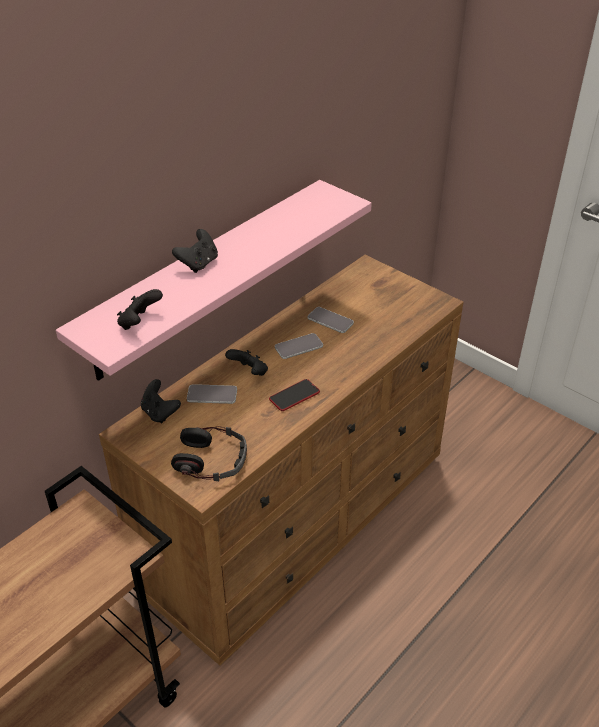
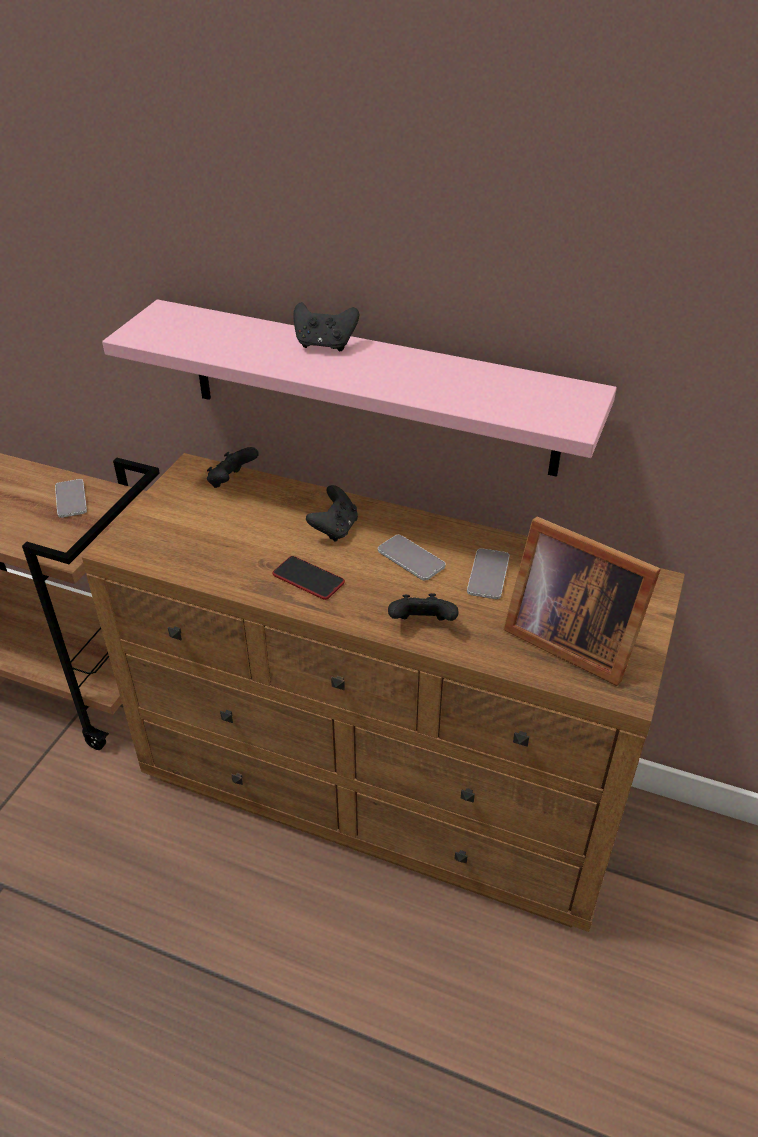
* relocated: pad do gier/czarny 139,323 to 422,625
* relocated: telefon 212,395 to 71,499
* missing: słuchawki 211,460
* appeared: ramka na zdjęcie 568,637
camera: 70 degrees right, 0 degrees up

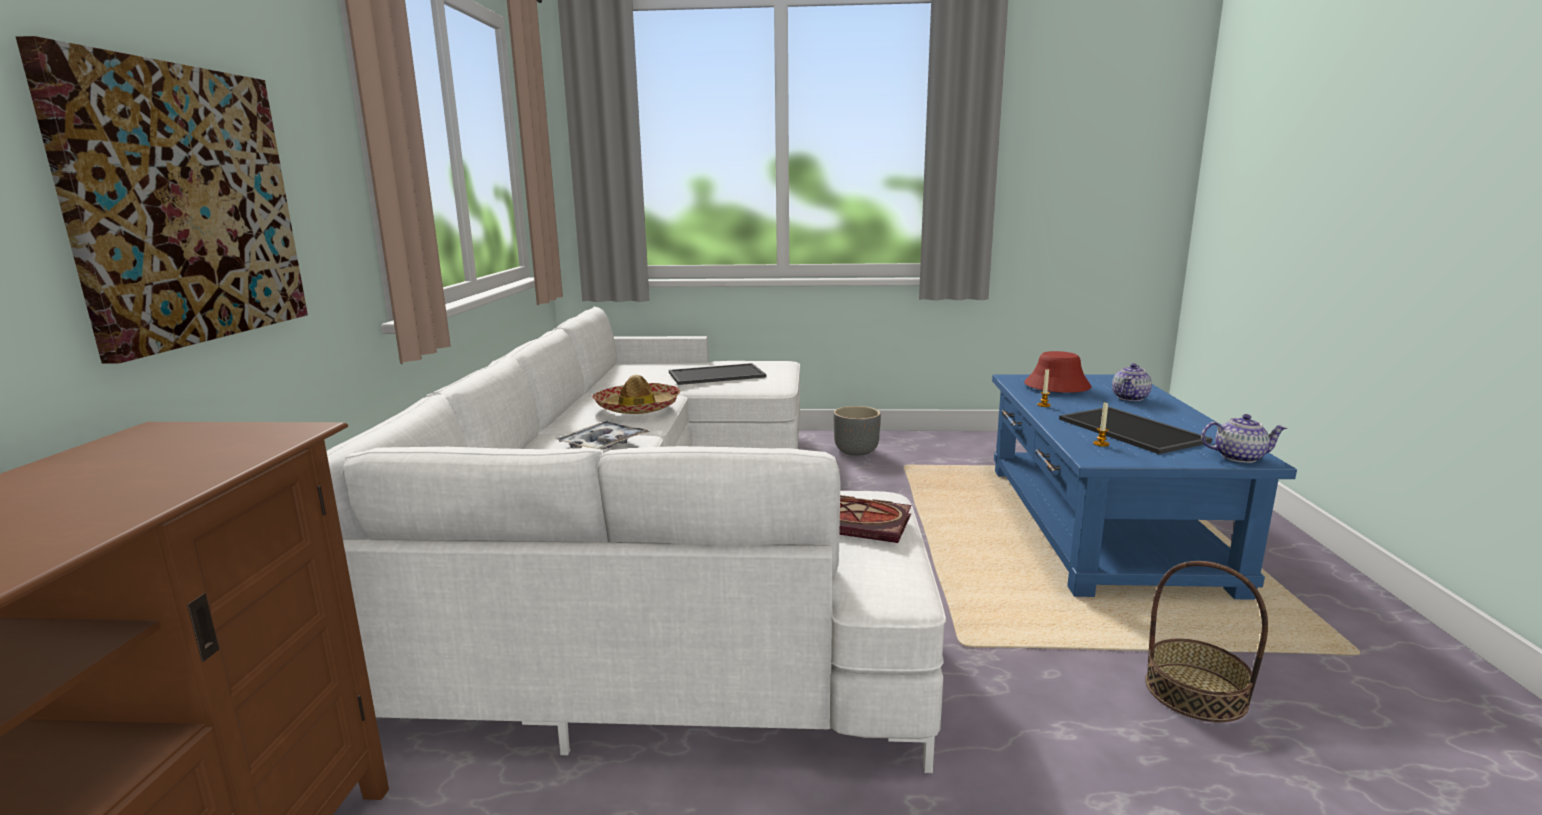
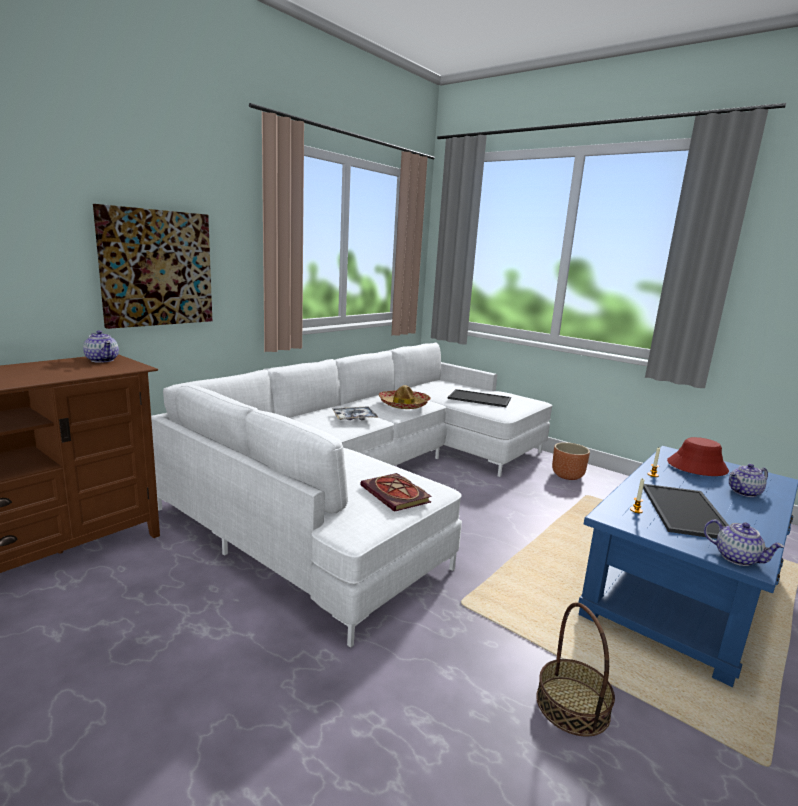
* colour: donica/szary 856,451 to donica/brązowy 567,476
* appeared: imbryk 103,360
camera: 35 degrees right, 0 degrees up

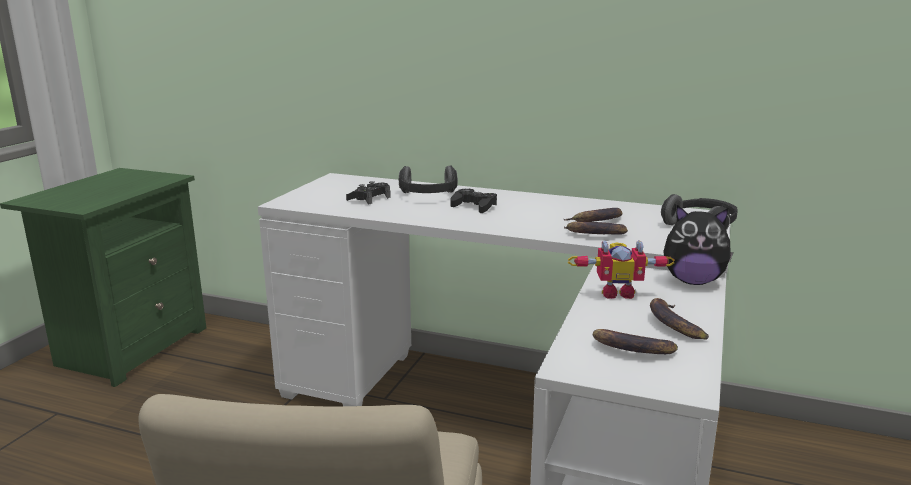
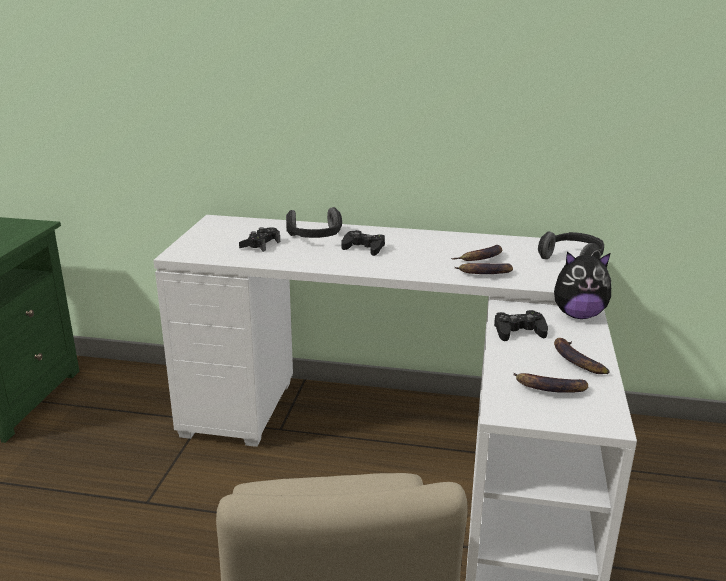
* exchanged: robot zabawkowy 617,292 to pad do gier/czarny 519,331
camera: 10 degrees left, 5 degrees up

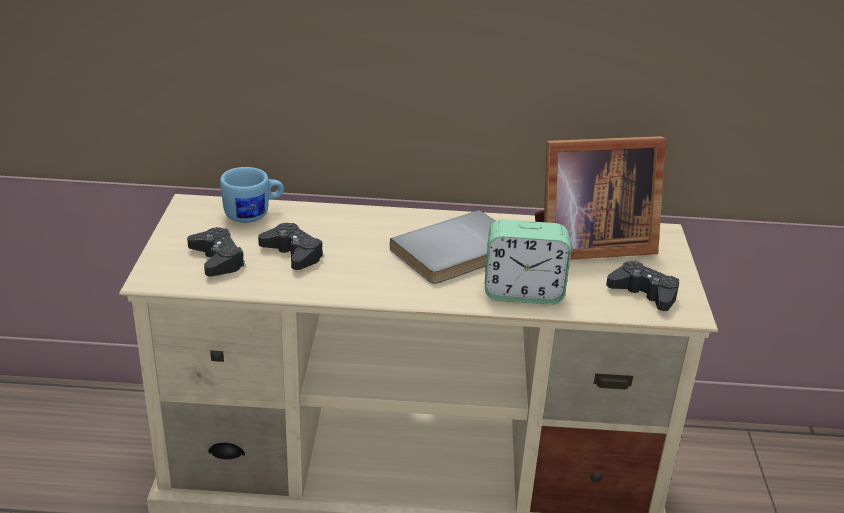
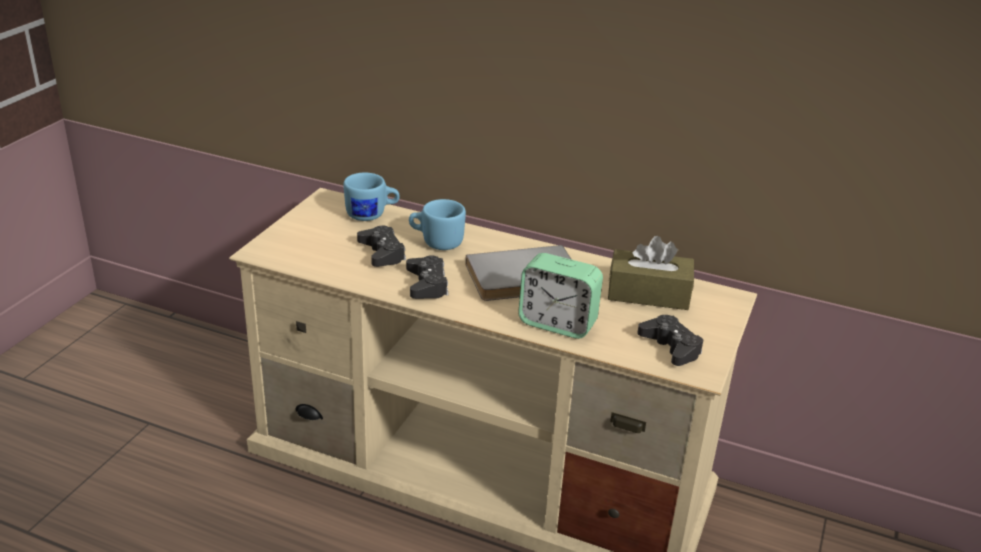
* exchanged: ramka na zdjęcie 587,244 to pudełko chusteczek/brązowy 648,294
* relocated: pad do gier/czarny 217,259 to 427,284
* appeared: kubek/niebieski 436,242
camera: 20 degrees right, 0 degrees up

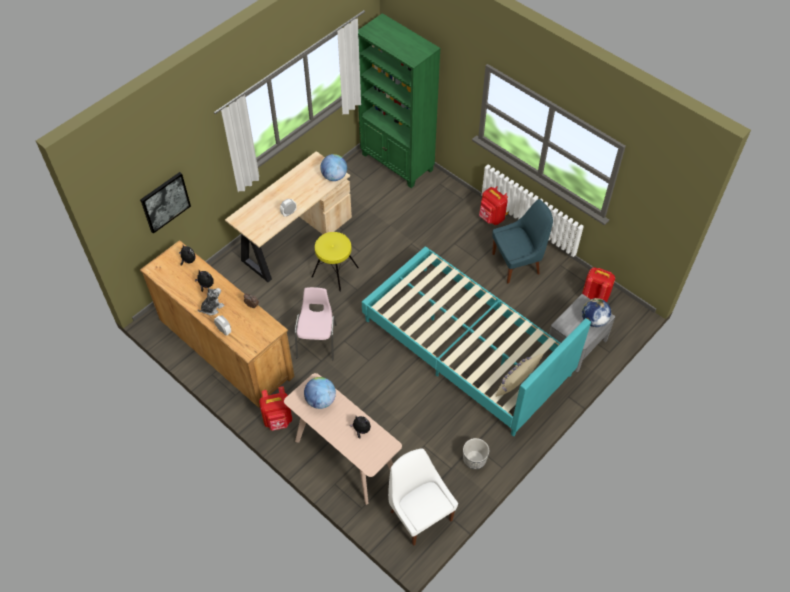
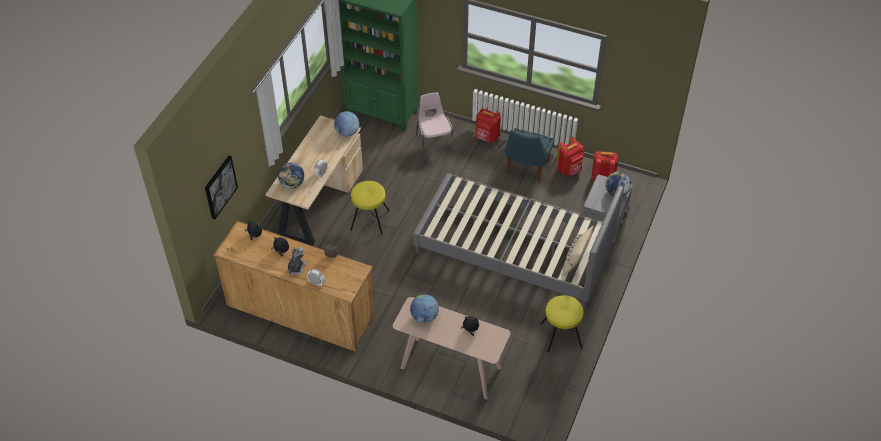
* spun: krzesło/niebieski 517,263 = 526,169 150 degrees clockwise
* colour: łóżko/turkusowy 466,347 to łóżko/szary 514,249
* relocated: krzesło/różowy 317,340 to 434,144
* relocated: plecak/czerwony 278,420 to 569,170
* exchanged: donica 474,459 to stołek/żółty 560,336
* missing: krzesło/biały 419,514
* appeared: globus 292,184
camera: 20 degrees left, 5 degrees down

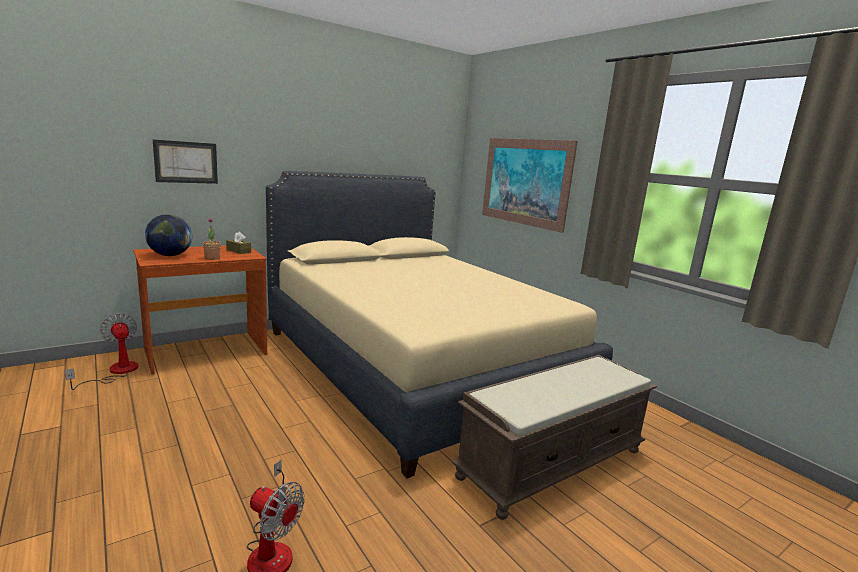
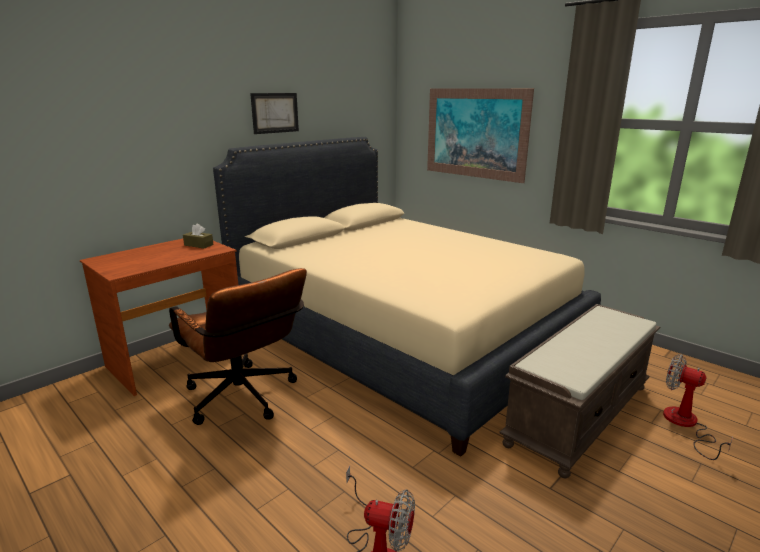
* relocated: obraz 186,162 to 275,113
* missing: globus 170,255
* missing: roślina doniczkowa 212,258
* relocated: wentylator 115,372 to 685,425
* appeared: krzesło biurowe/brązowy 245,400
camera: 10 degrees left, 5 degrees up

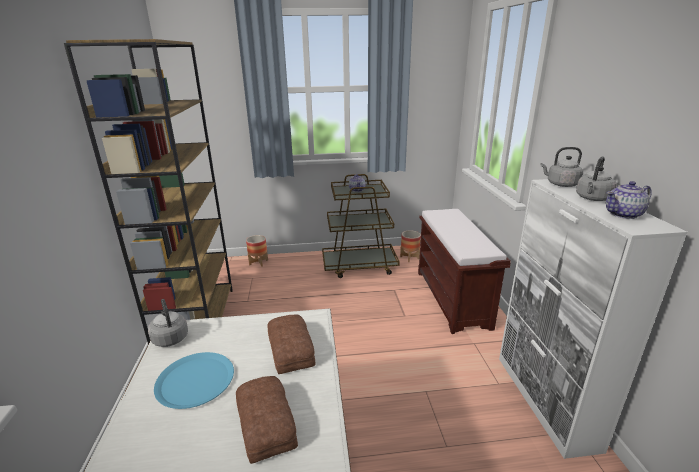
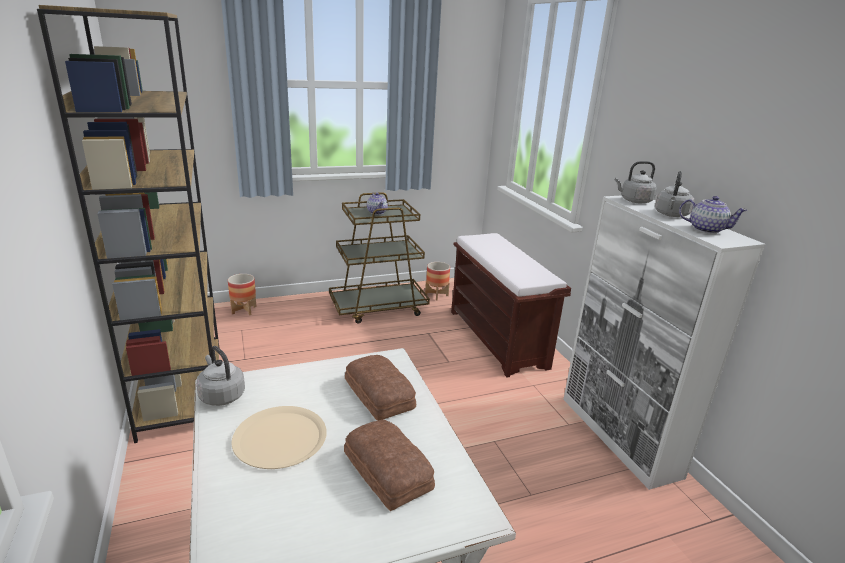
* spun: imbryk 624,214 = 706,229 120 degrees counterclockwise
* colour: talerz/niebieski 195,380 to talerz/beżowy 280,438
camera: 15 degrees left, 0 degrees up

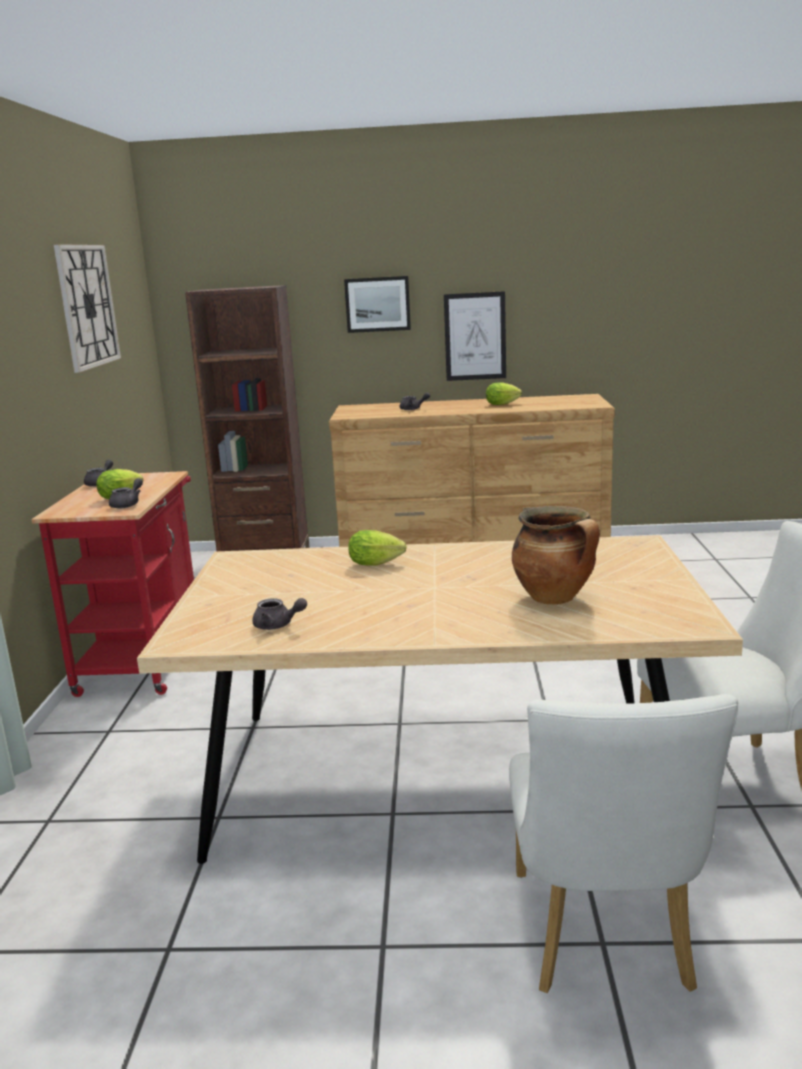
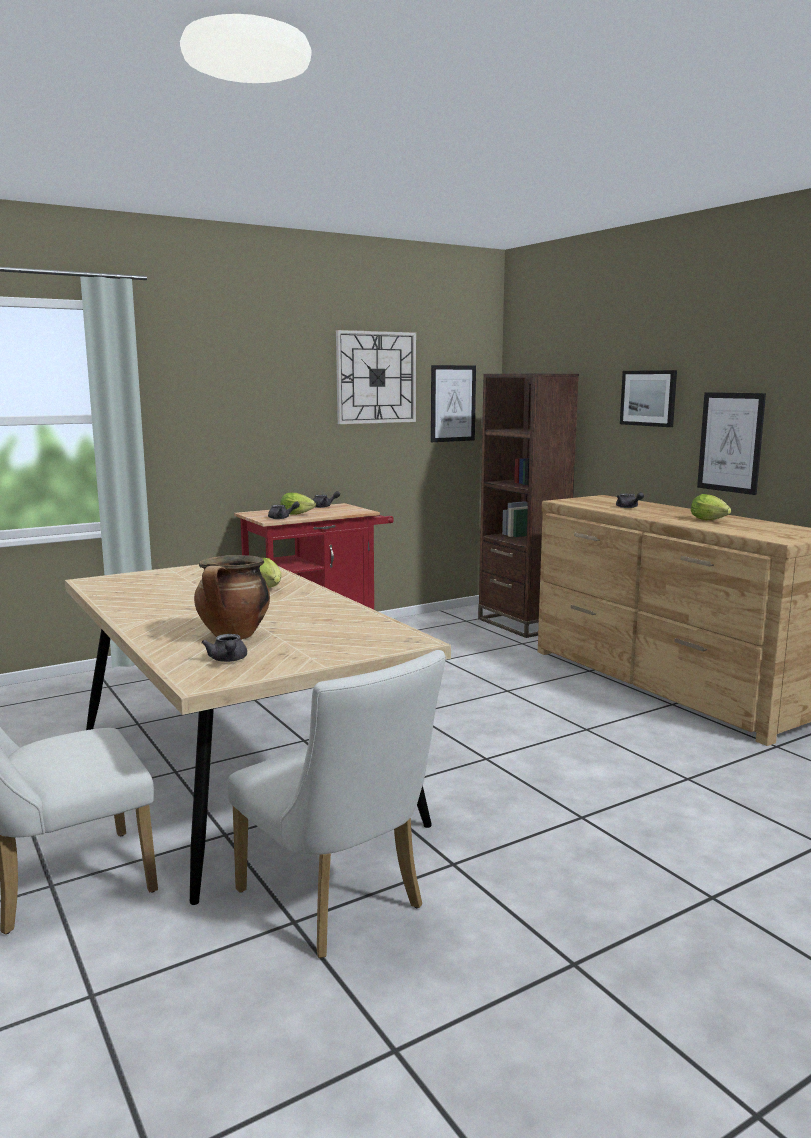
* relocated: imbryk/szary 277,625 to 228,660
* appeared: obraz 453,403
camera: 55 degrees right, 5 degrees down

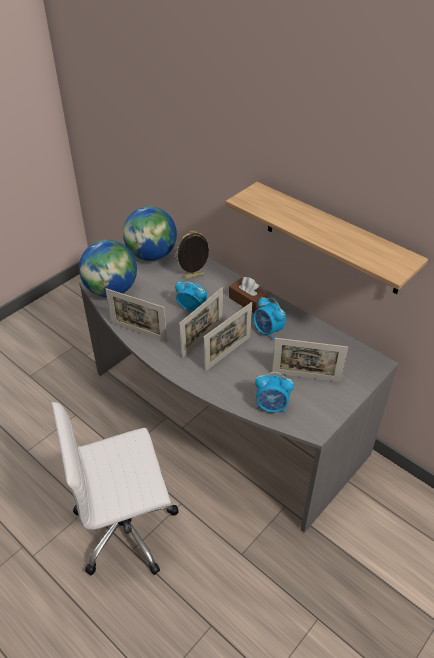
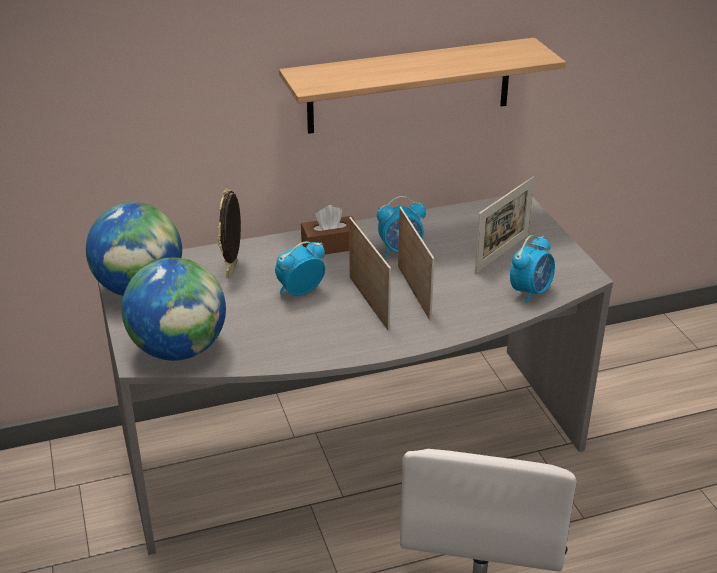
* missing: ramka na zdjęcie 138,332
camera: 60 degrees left, 10 degrees down

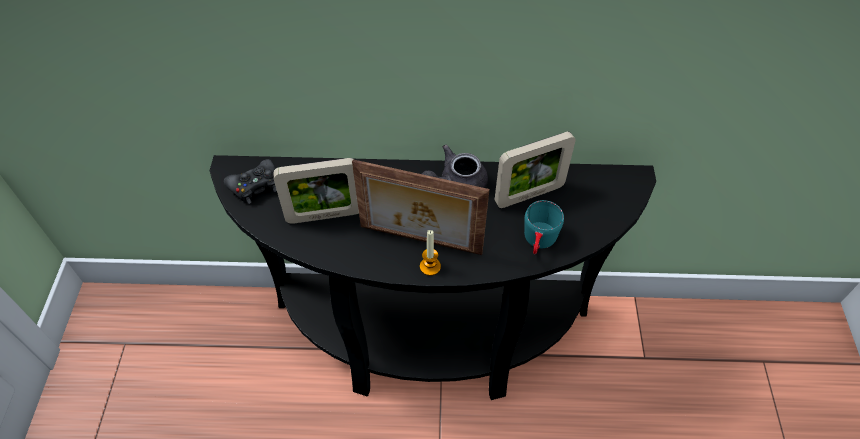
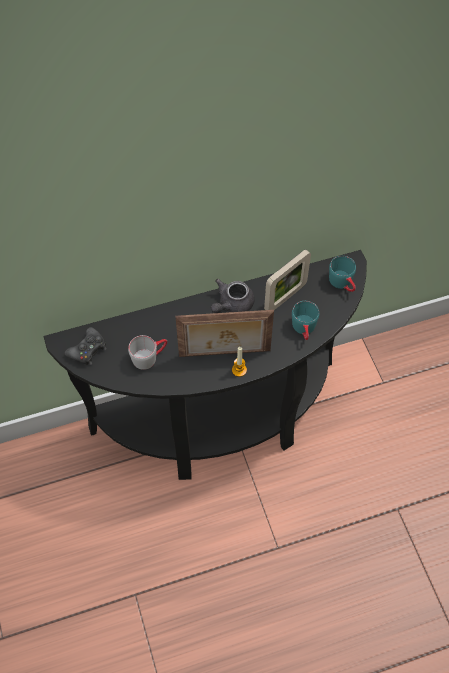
* exchanged: ramka na zdjęcie 324,215 to kubek/szary 149,356
* appeared: kubek/turkusowy 343,284
camera: 20 degrees left, 5 degrees up

